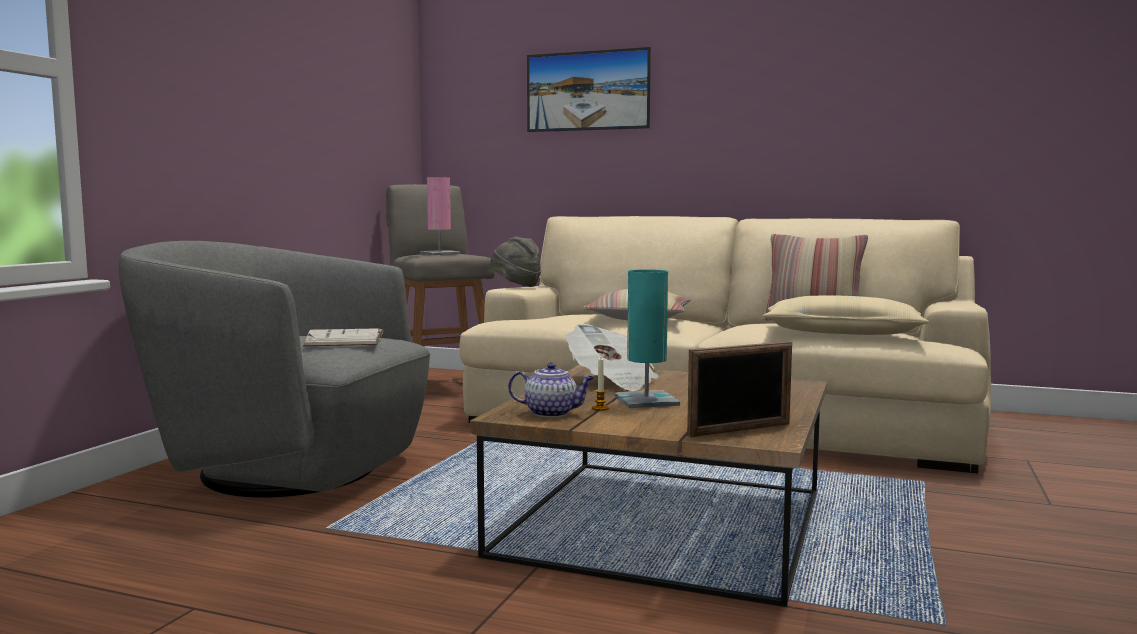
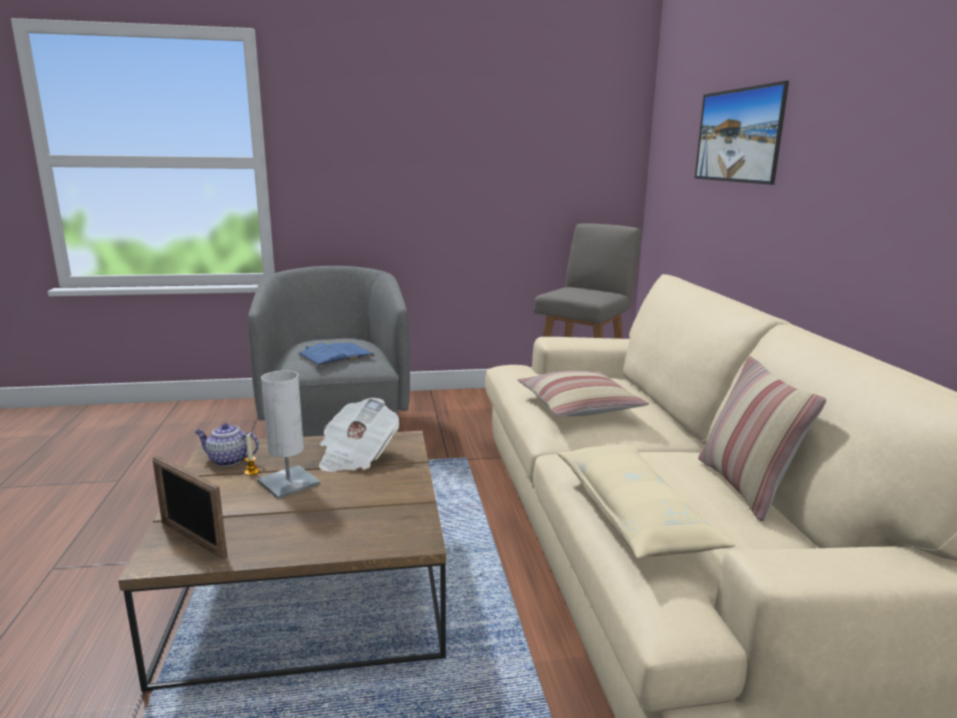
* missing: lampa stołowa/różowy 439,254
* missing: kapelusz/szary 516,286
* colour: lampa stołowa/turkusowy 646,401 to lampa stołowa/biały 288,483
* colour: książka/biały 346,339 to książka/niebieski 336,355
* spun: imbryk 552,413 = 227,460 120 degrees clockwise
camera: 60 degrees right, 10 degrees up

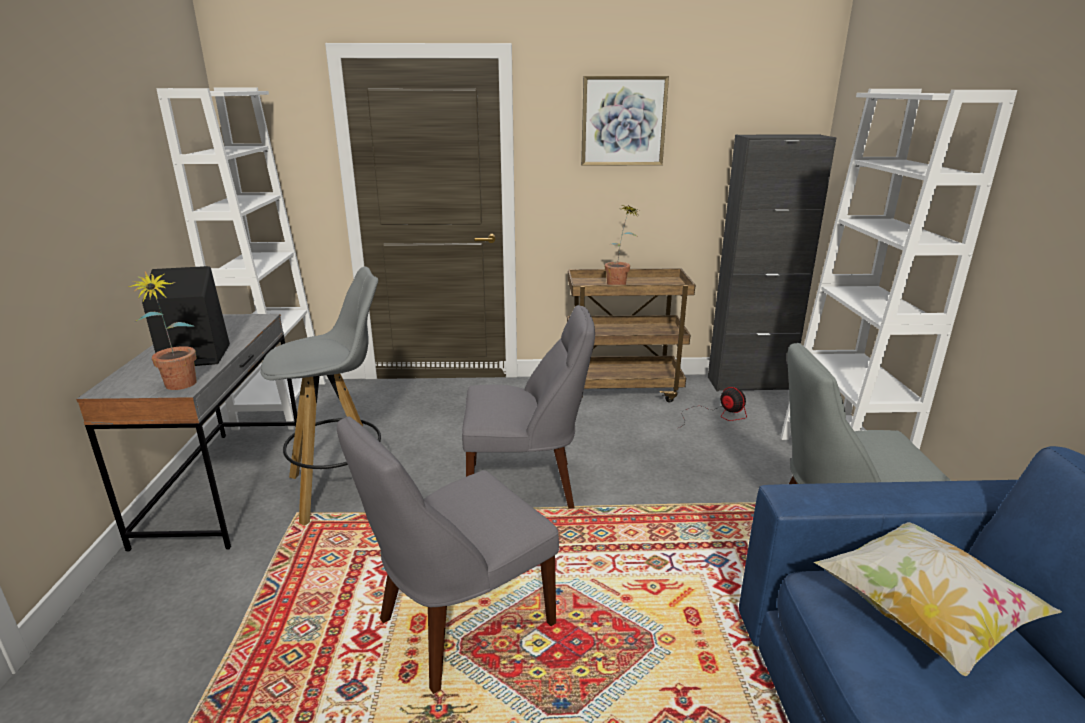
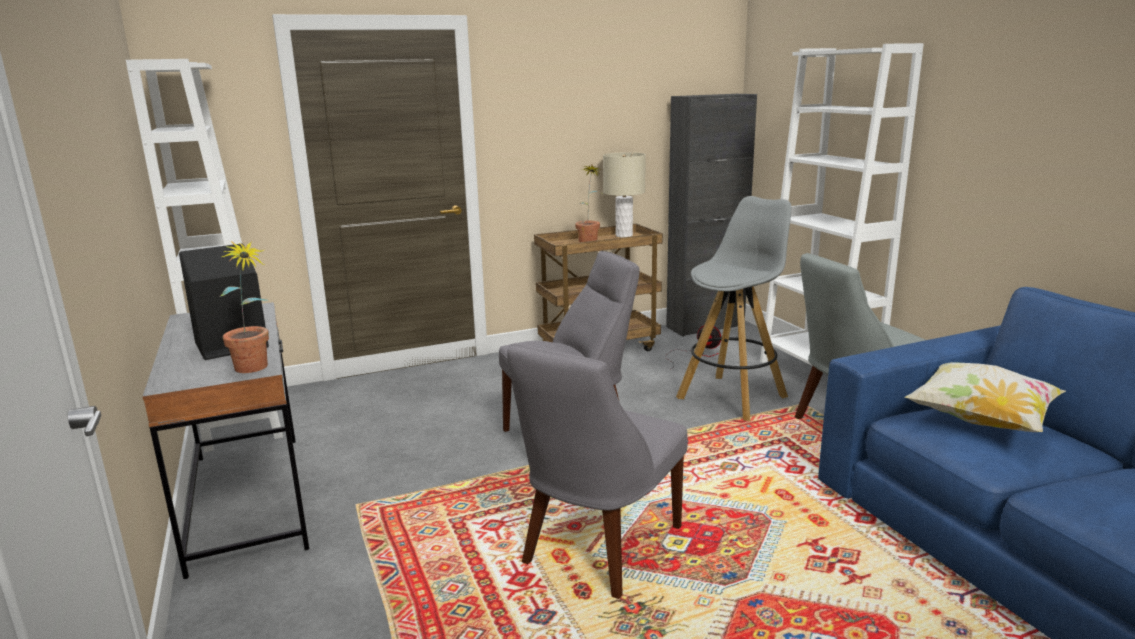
* missing: obraz 623,121
* relocated: stołek/szary 343,488 to 732,397
* appeared: lampa stołowa/beżowy 623,235
camera: 20 degrees left, 5 degrees down

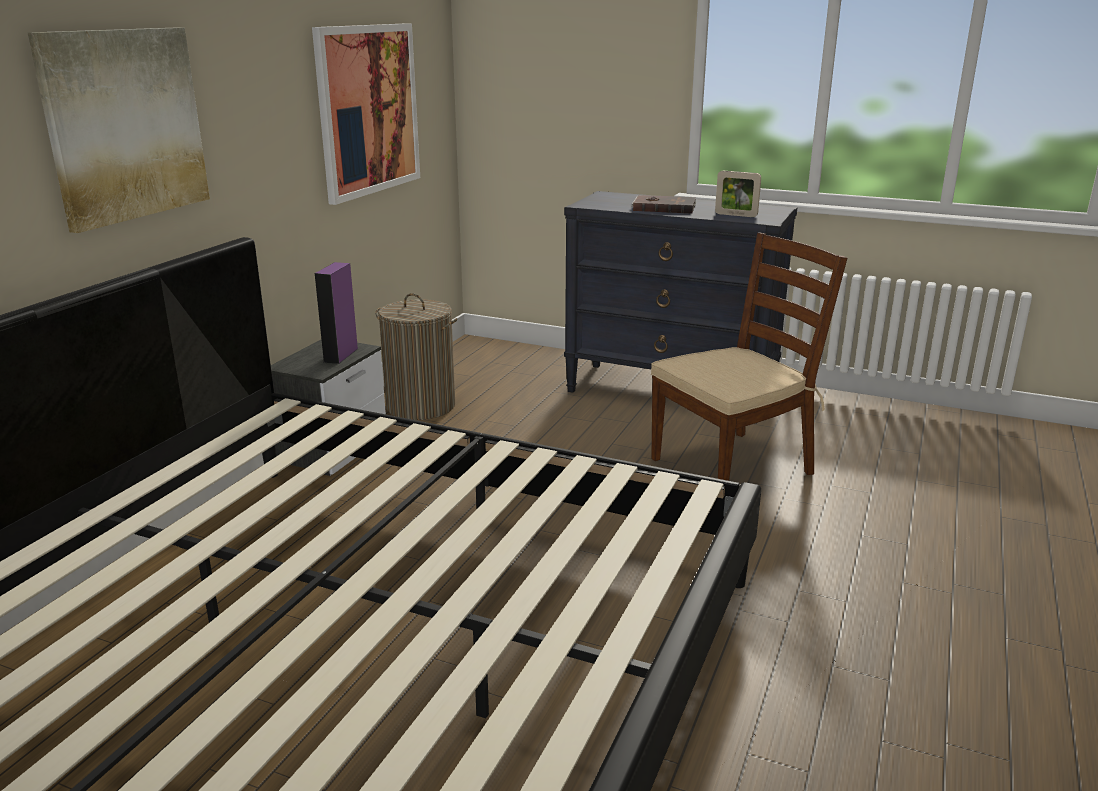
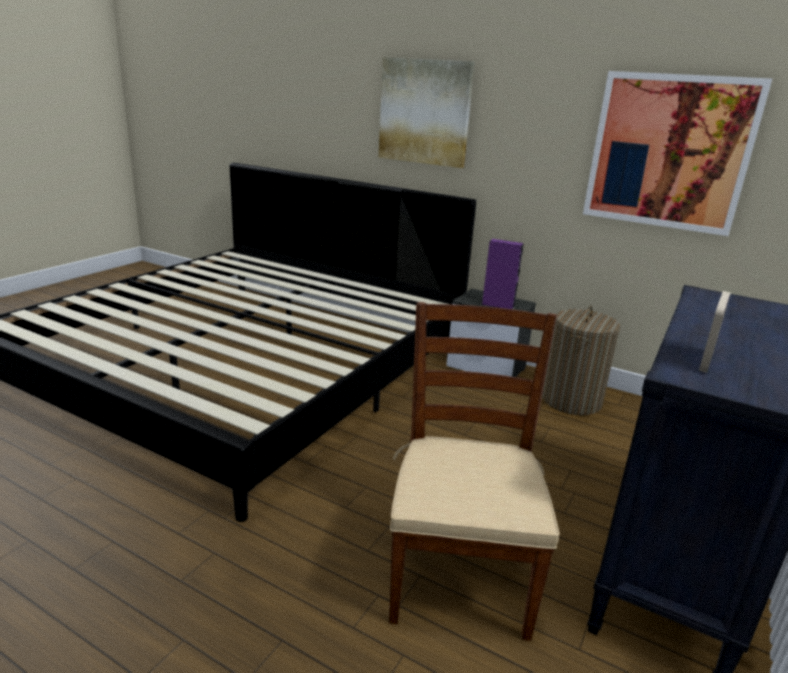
* missing: książka/brązowy 664,207
* spun: krzesło/brązowy 732,465 = 459,571 150 degrees counterclockwise
camera: 95 degrees right, 0 degrees up

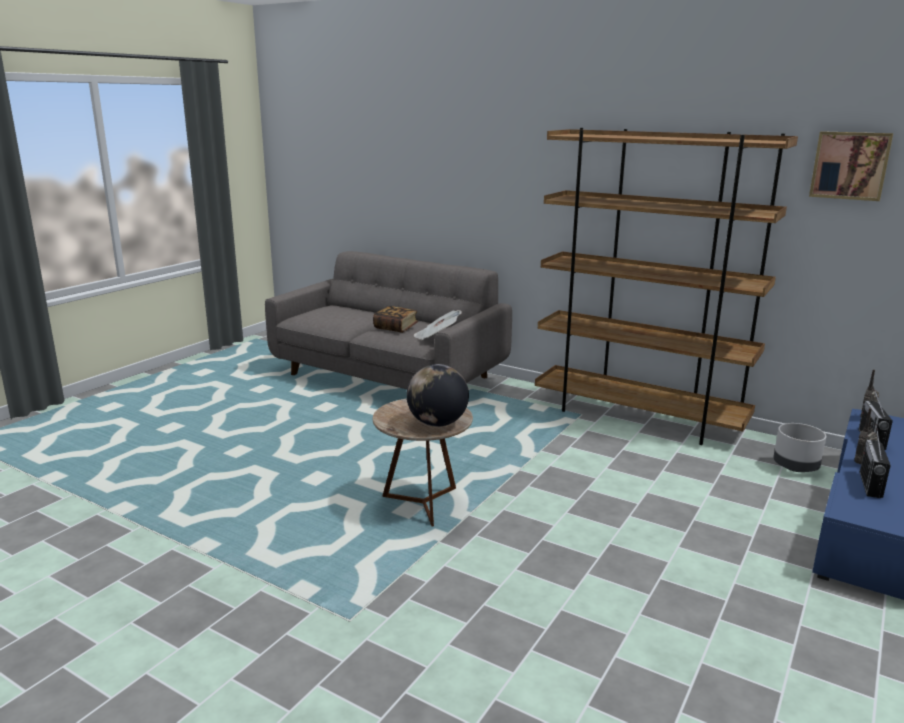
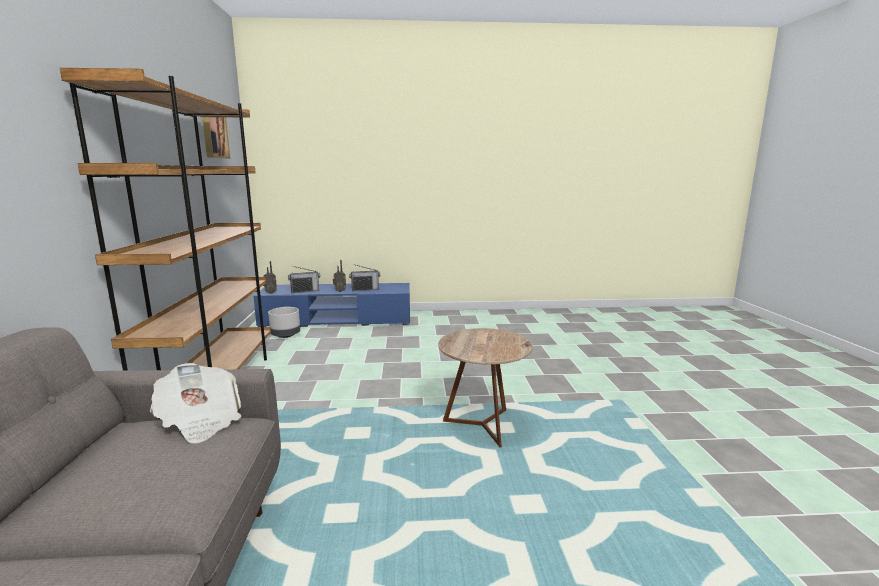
* missing: książka 395,328
* missing: globus 437,423
camera: 125 degrees left, 5 degrees down

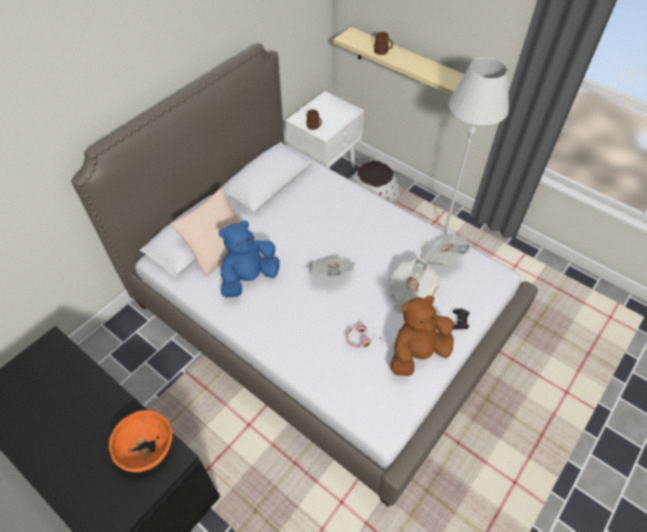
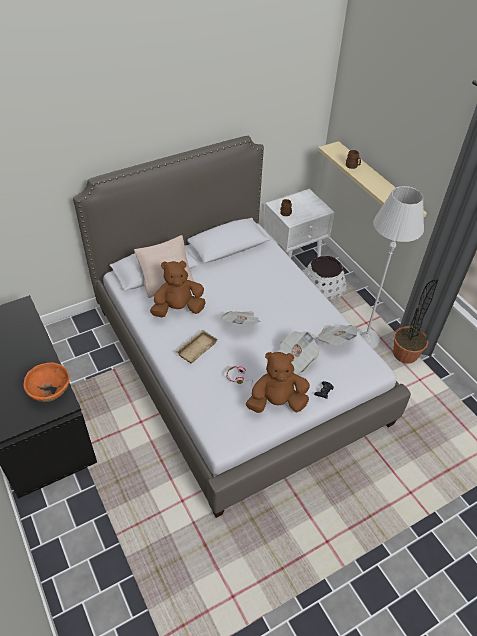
* colour: pluszak/niebieski 249,278 to pluszak/brązowy 178,309
* appeared: roślina doniczkowa 405,354
* appeared: taca/beżowy 196,348
camera: 20 degrees right, 5 degrees down

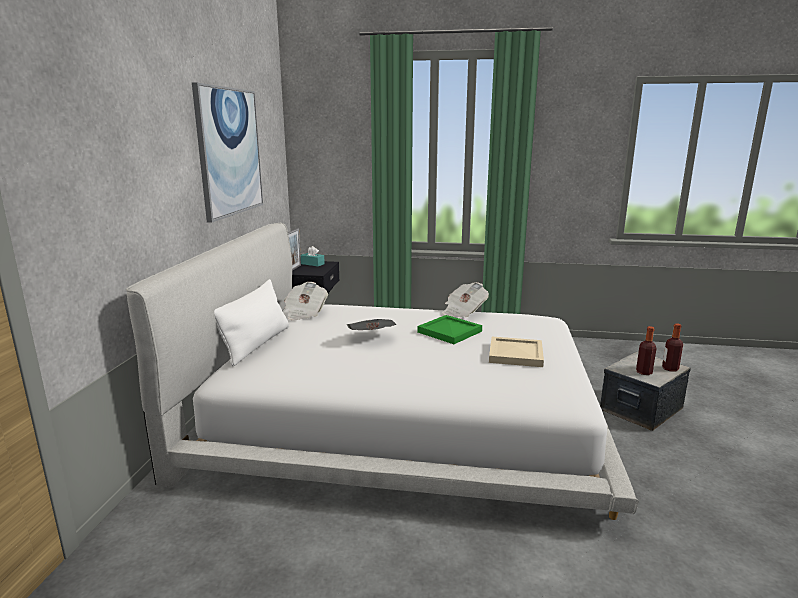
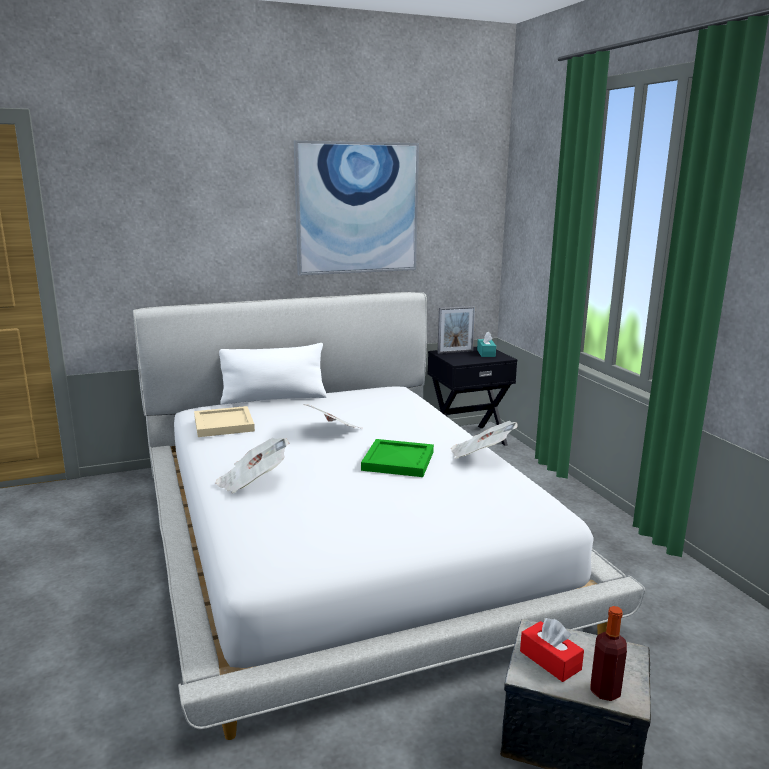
* relocated: gazeta 305,313 to 252,482
* exchanged: butelka 644,372 to pudełko chusteczek/czerwony 550,660
* relocated: taca/beżowy 516,354 to 223,425
camera: 60 degrees right, 0 degrees up

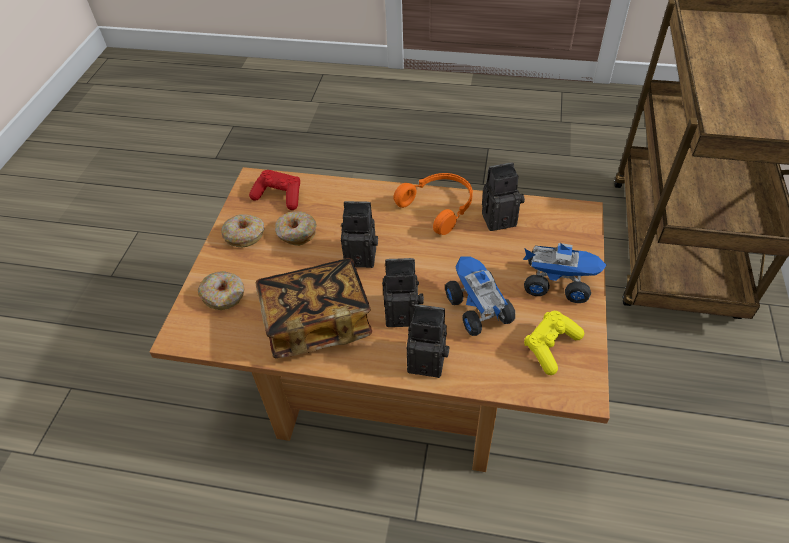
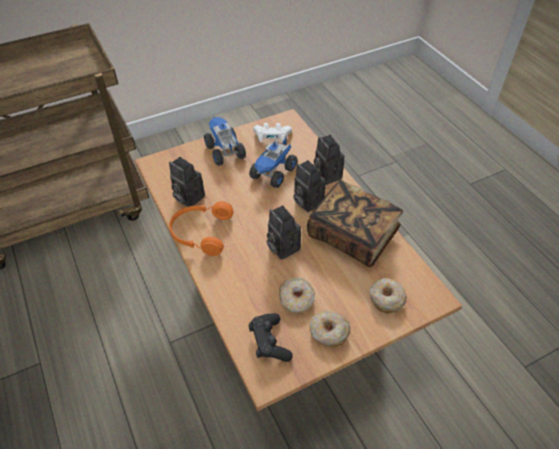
* colour: pad do gier/czerwony 279,196 to pad do gier/czarny 269,342
* colour: pad do gier/żółty 550,347 to pad do gier/biały 272,138
camera: 130 degrees left, 0 degrees up

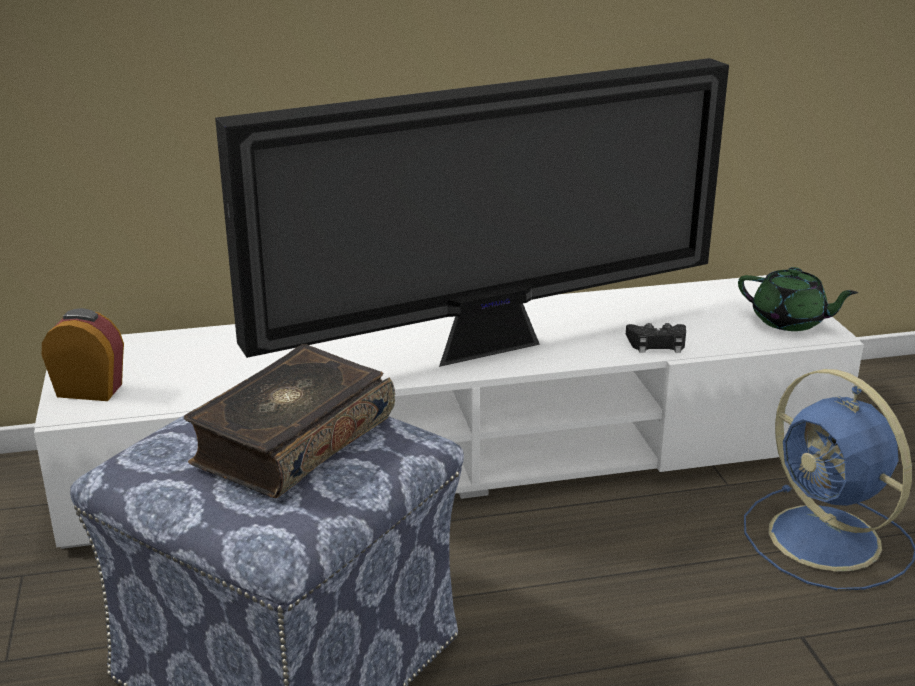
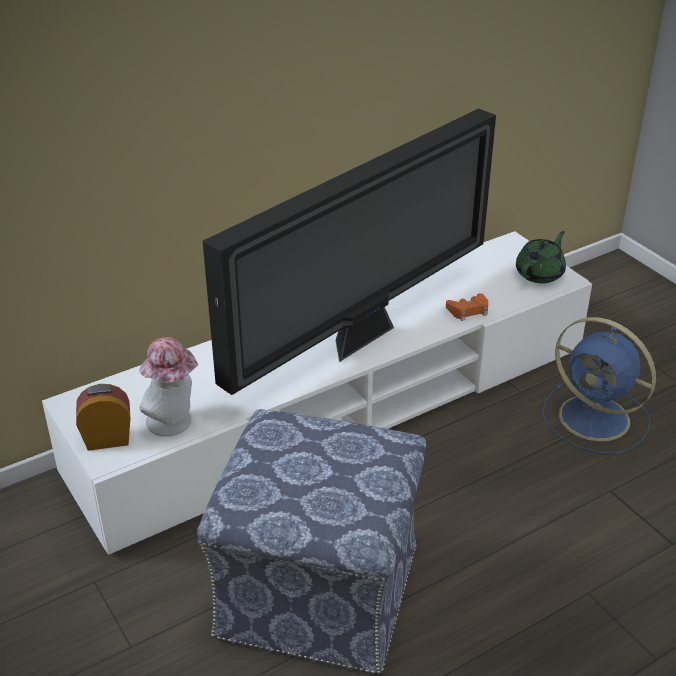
* spun: imbryk/zielony 789,321 = 540,273 60 degrees counterclockwise
* colour: pad do gier/czarny 657,343 to pad do gier/pomarańczowy 468,311
* missing: książka 291,440
* appeared: kapelusz 174,423
camera: 20 degrees left, 10 degrees up

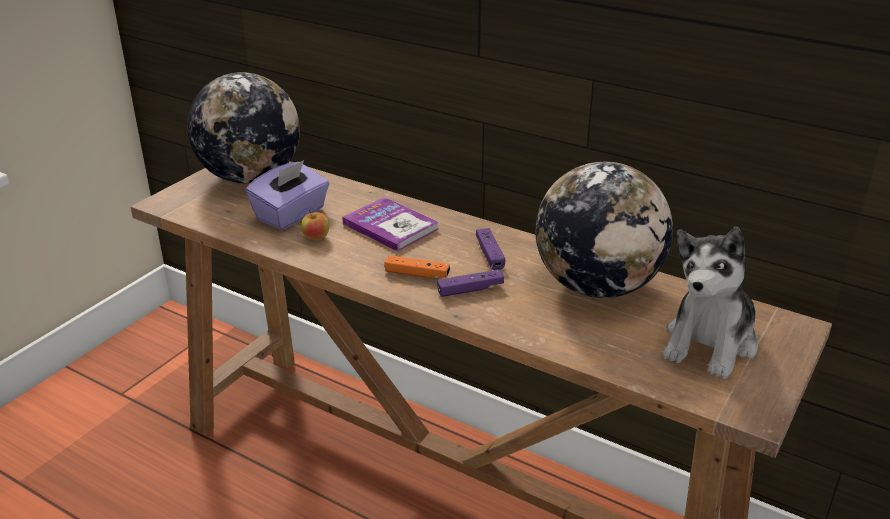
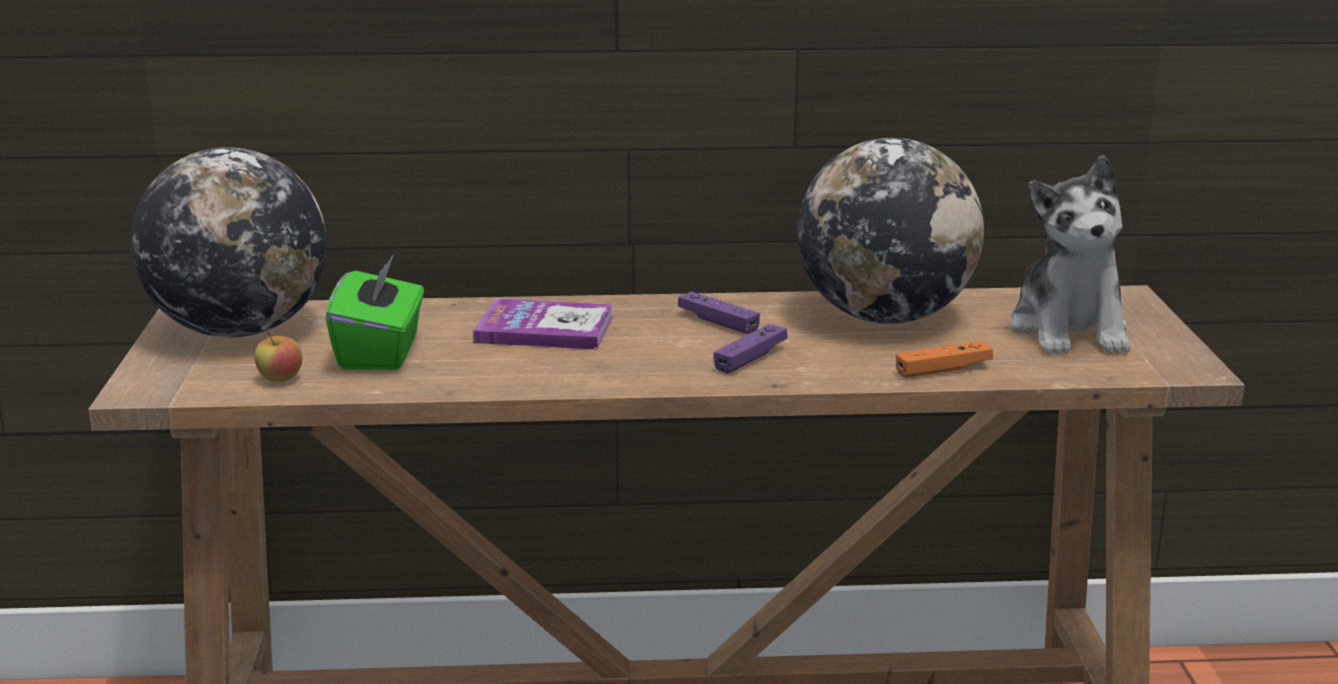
* colour: pudełko chusteczek/fioletowy 291,215 to pudełko chusteczek/zielony 380,352
* relocated: jabłko 316,238 to 280,379
* relocated: pad do gier/pomarańczowy 417,274 to 943,370
camera: 35 degrees left, 10 degrees down

